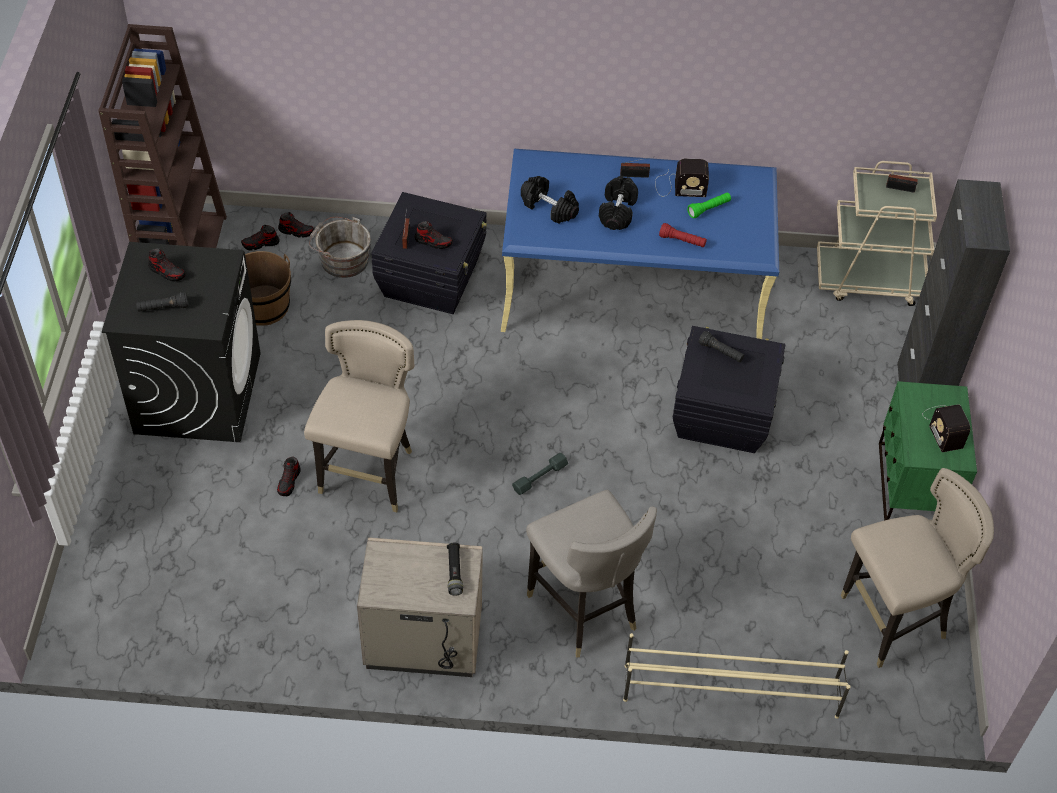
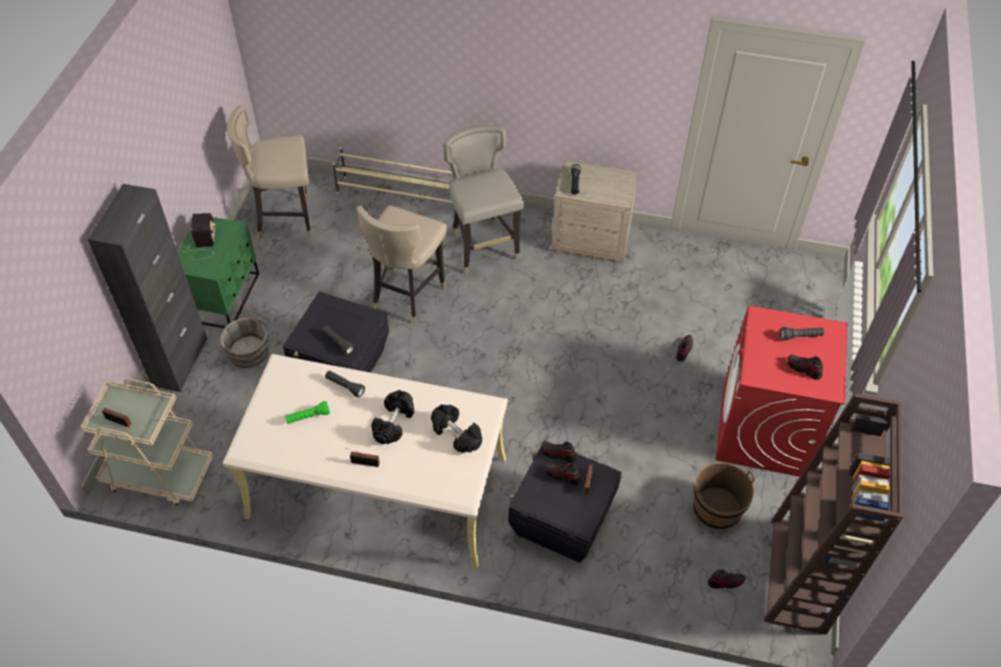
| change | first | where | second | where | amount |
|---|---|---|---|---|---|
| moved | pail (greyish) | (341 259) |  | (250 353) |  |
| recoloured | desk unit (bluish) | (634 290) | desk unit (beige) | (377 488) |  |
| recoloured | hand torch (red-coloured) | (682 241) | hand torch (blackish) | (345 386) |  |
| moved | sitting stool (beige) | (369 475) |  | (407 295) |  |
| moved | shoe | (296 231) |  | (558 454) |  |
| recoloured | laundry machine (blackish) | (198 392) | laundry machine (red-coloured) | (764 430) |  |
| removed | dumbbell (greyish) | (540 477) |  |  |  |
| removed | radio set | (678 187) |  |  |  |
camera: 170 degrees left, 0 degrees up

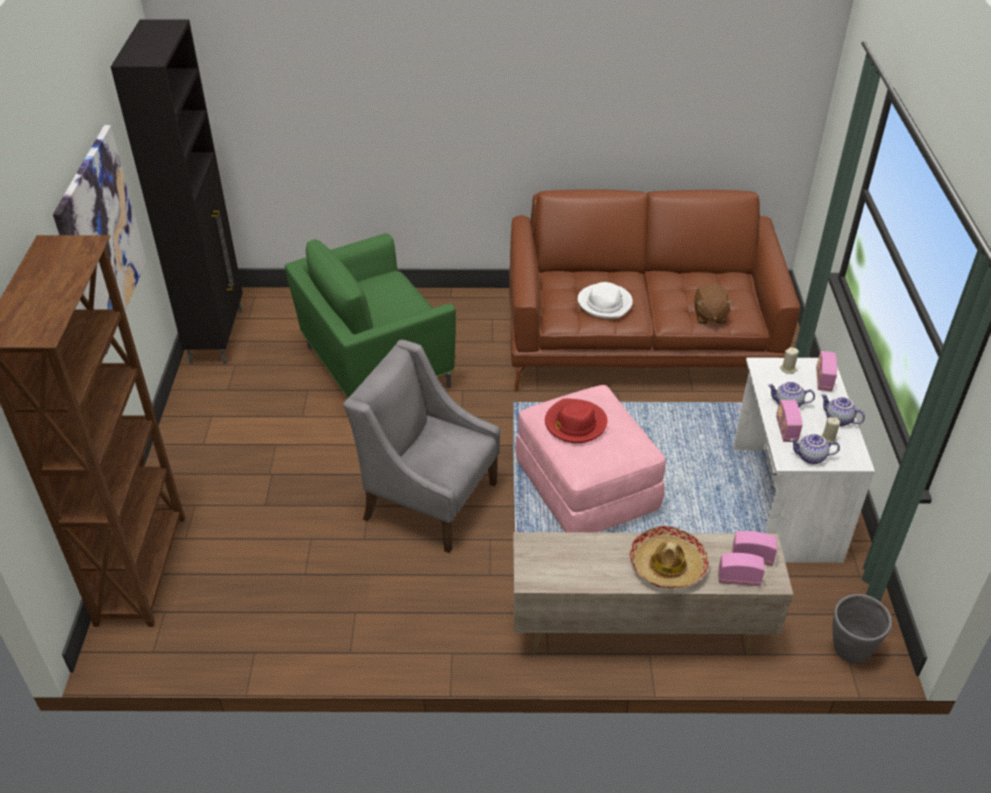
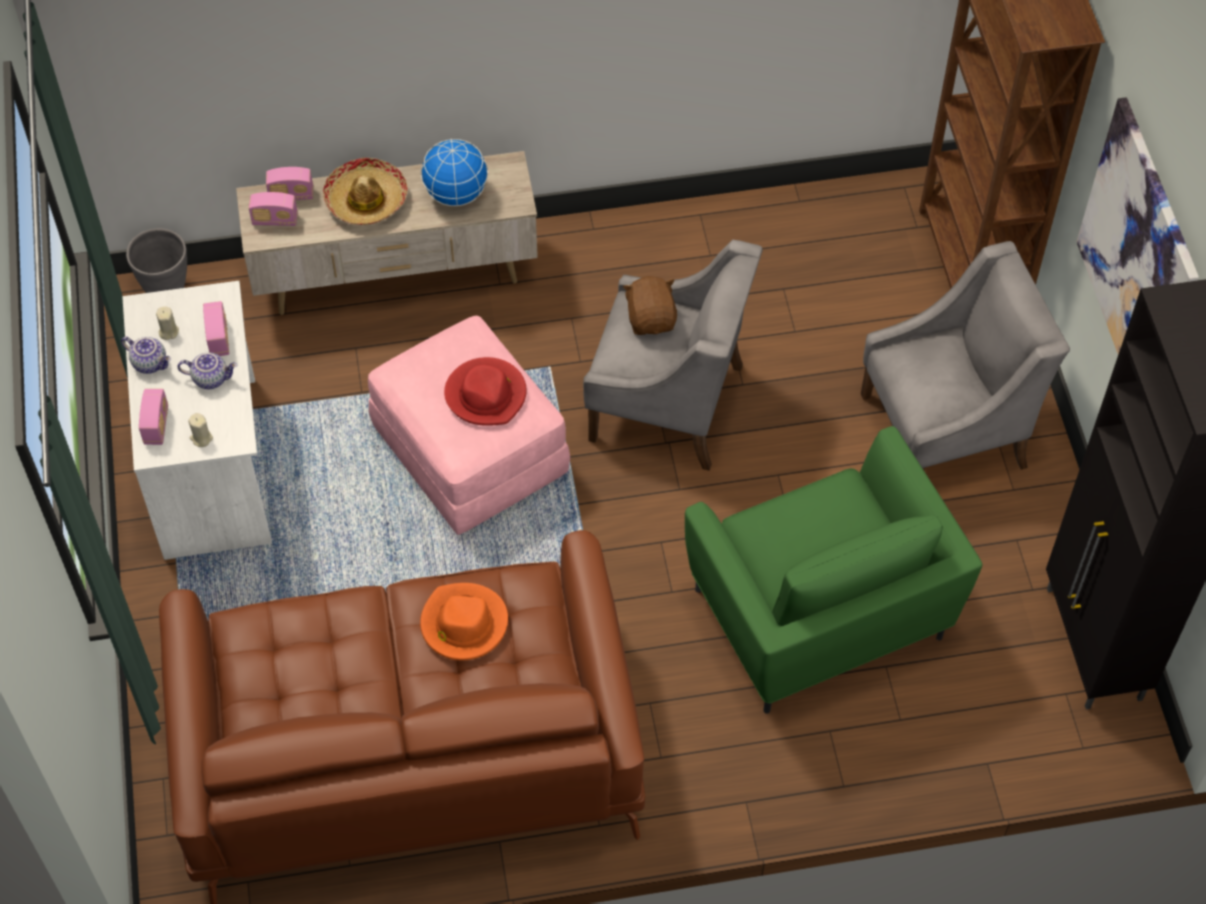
| change | first | where | second | where | amount |
|---|---|---|---|---|---|
| recoloured | wearable hat (whitish) | (605 303) | wearable hat (orangey) | (463 624) |  |
| added |  |  | world globe | (456 194) |  |
| moved | soft toy (brown-coloured) | (709 316) |  | (651 319) |  |
| turned | armchair (green) | (374 367) |  | (819 617) | 105 degrees clockwise |
| added |  |  | armchair (greyish) | (945 430) |  |
| removed | tea pot | (811 457) |  |  |  |
camera: 170 degrees right, 15 degrees up

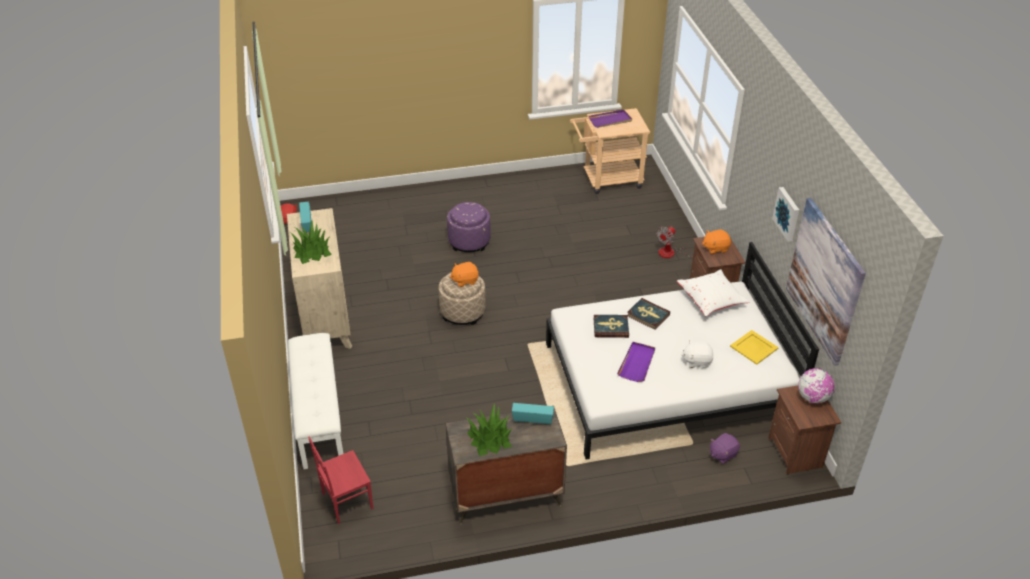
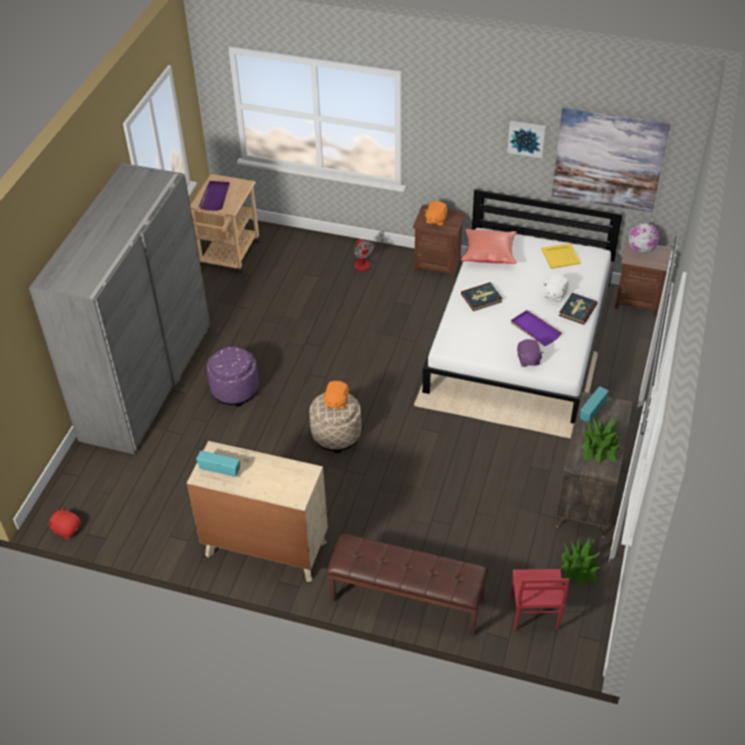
| change | first | where | second | where | amount |
|---|---|---|---|---|---|
| added |  |  | clothes cupboard (greyish) | (146 381) |  |
| recoloured | long seat (whitish) | (318 415) | long seat (brown-coloured) | (406 600) |  |
| recoloured | throw pillow (whitish) | (711 300) | throw pillow (red-coloured) | (489 254) |  |
| moved | soft toy (purplish) | (722 454) |  | (528 360) |  |
| moved | bound book | (610 327) |  | (577 310) |  |
| moved | plant in a pot | (311 251) |  | (579 568) |  |
camera: 60 degrees left, 5 degrees up

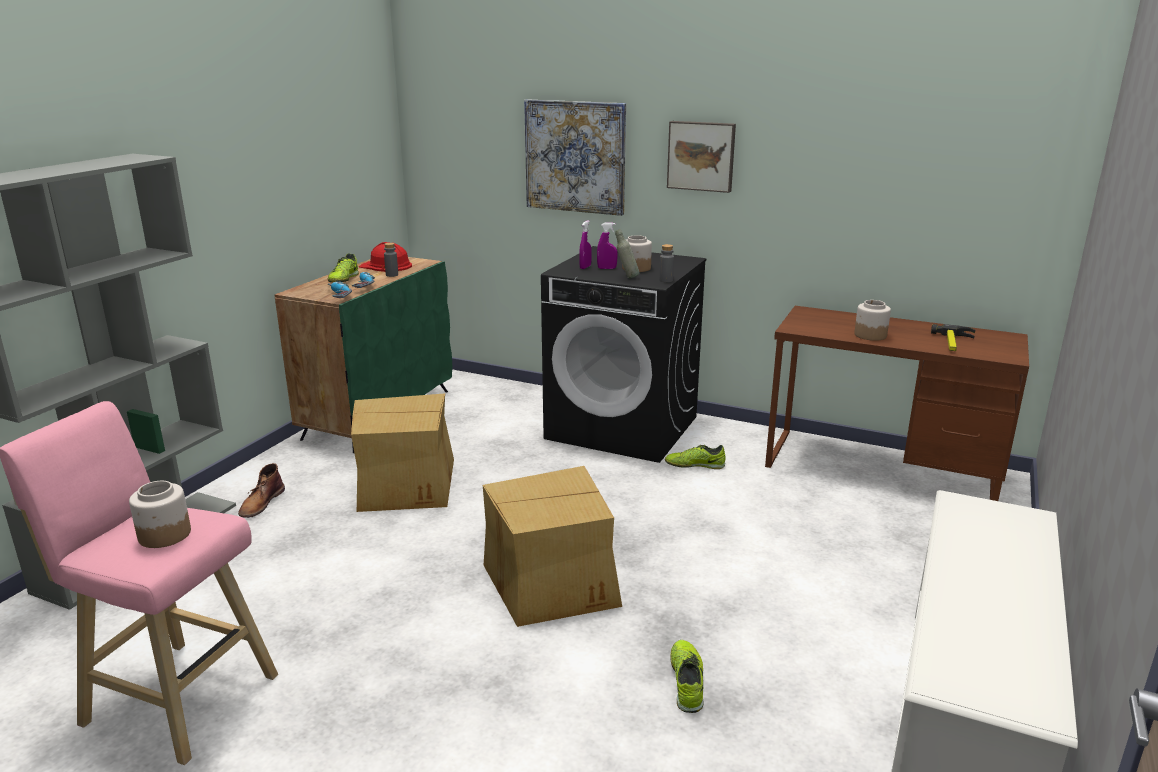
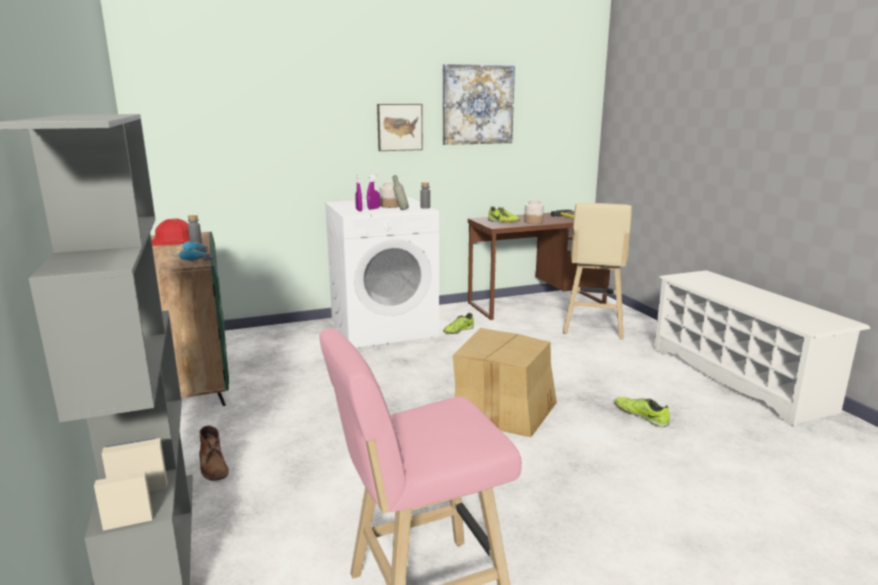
| change | first | where | second | where | amount |
|---|---|---|---|---|---|
| recoloured | laundry machine (blackish) | (623 427) | laundry machine (whitish) | (384 327) |  |
| moved | picture | (575 156) |  | (477 105) |  |
| moved | shoe | (343 280) |  | (503 222) |  |
| added |  |  | sitting stool (beige) | (593 327) |  |
| removed | jar | (164 535) |  |  |  |
| removed | cardboard box | (405 484) |  |  |  |
camera: 45 degrees left, 5 degrees down

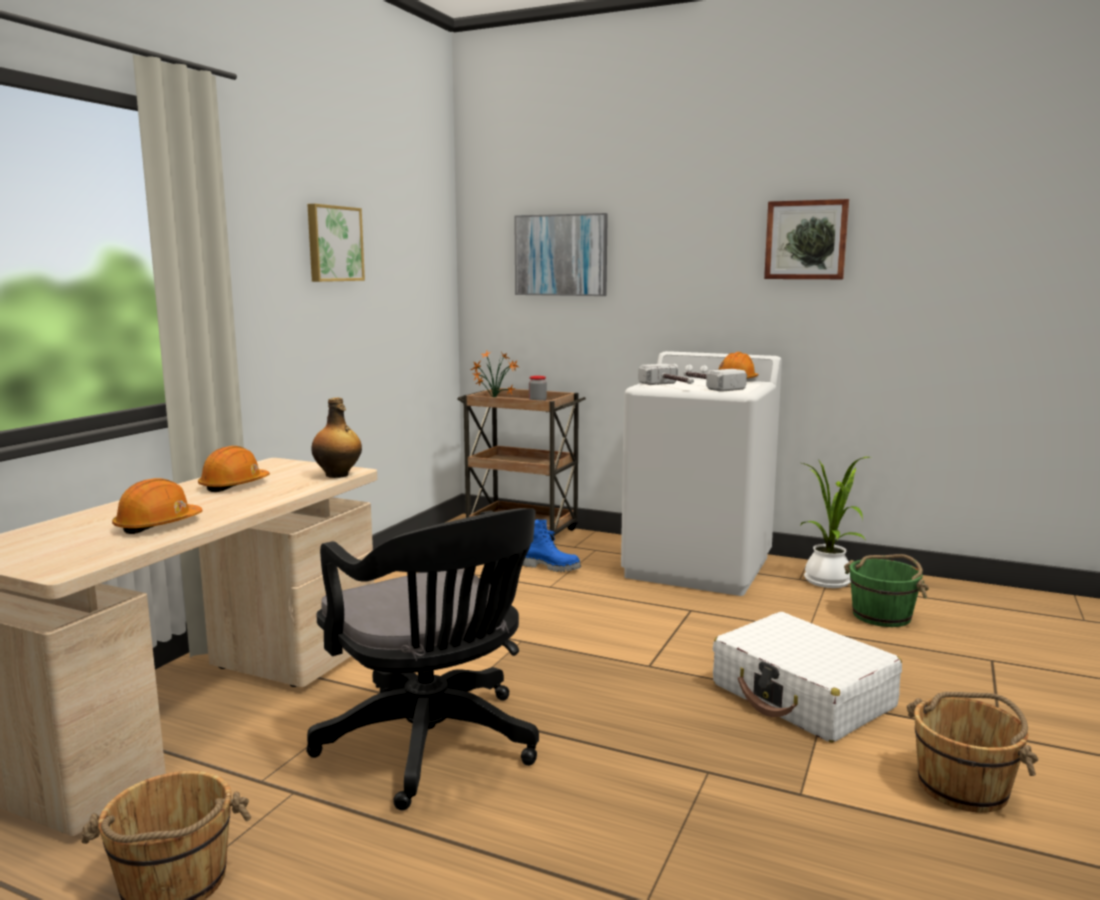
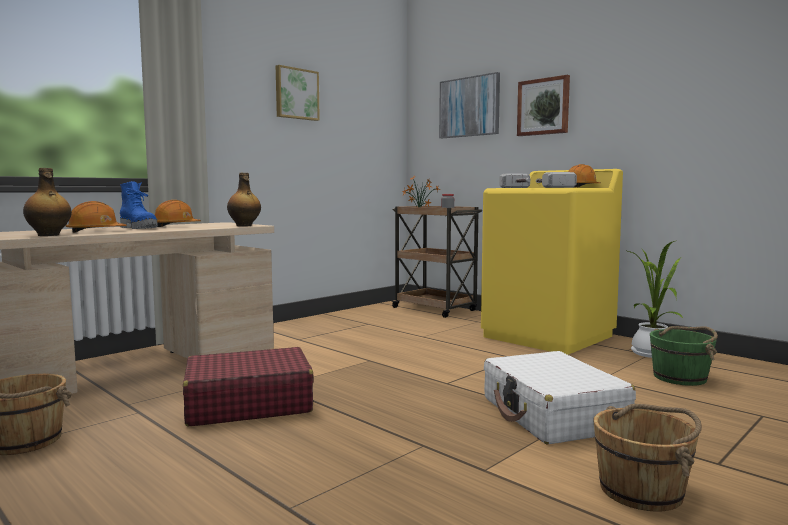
| change | first | where | second | where | amount |
|---|---|---|---|---|---|
| added |  |  | beverage bottle | (49 235) |  |
| moved | high-top boot (bluish) | (551 567) |  | (139 228) |  |
| replaced | desk chair (blackish) | (434 747) | travel case (red-coloured) | (248 404) |  |
| recoloured | laundry machine (whitish) | (699 567) | laundry machine (yellowish) | (548 336) |  |
| moved | picture | (806 240) |  | (543 106) |  |
camera: 20 degrees right, 5 degrees down

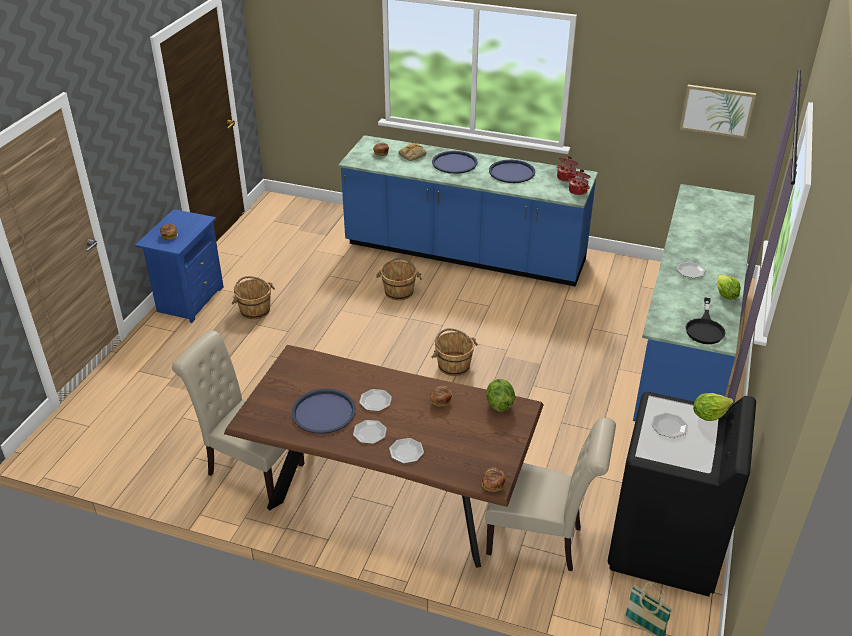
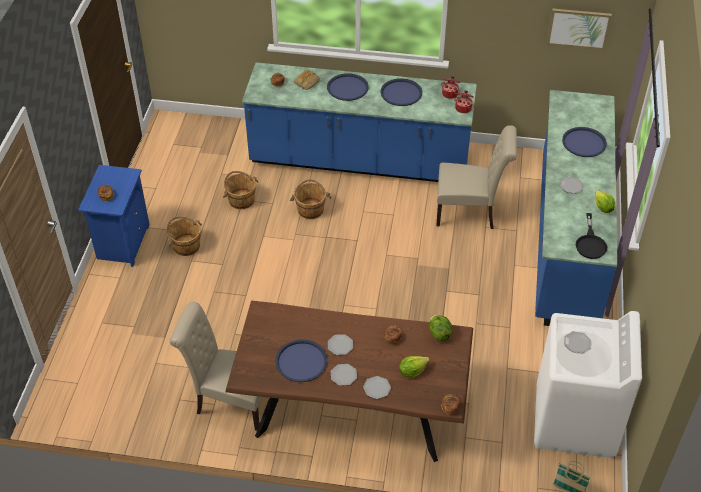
| change | first | where | second | where | amount |
|---|---|---|---|---|---|
| moved | pail (brown-coloured) | (453 365) |  | (241 200) |  |
| moved | lettuce | (709 415) |  | (412 371) |  |
| moved | upright chair (beige) | (541 541) |  | (470 213) |  |
| recoloured | laundry machine (blackish) | (665 546) | laundry machine (whitish) | (575 421) |  |
| added |  |  | serving tray (bluish) | (584 142) |  |
camera: 10 degrees left, 10 degrees up

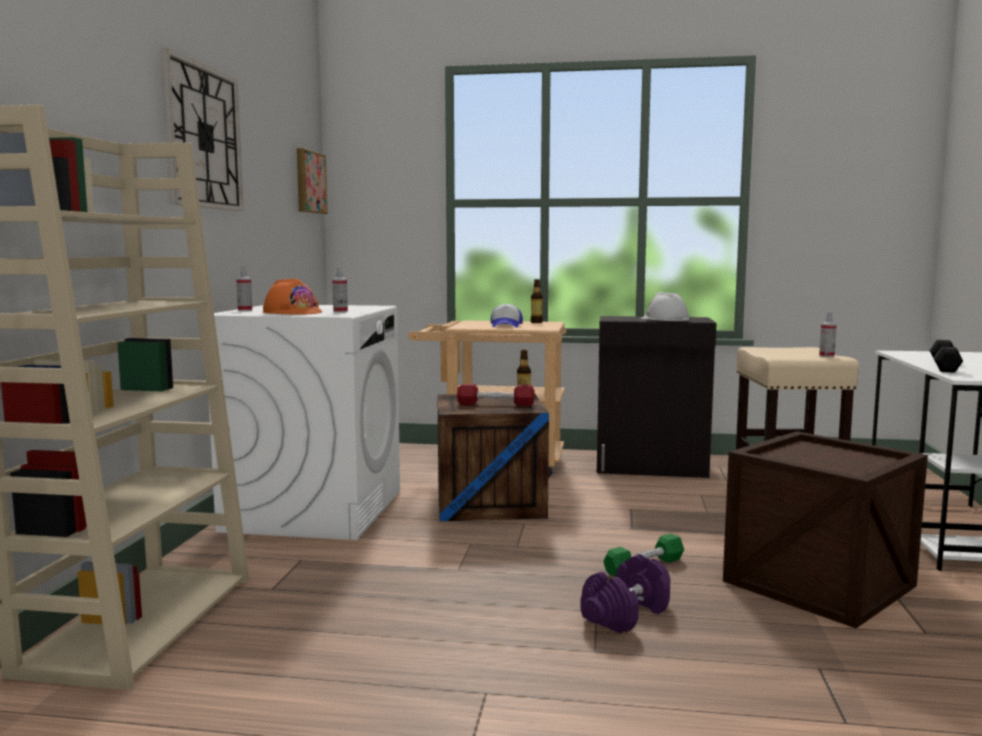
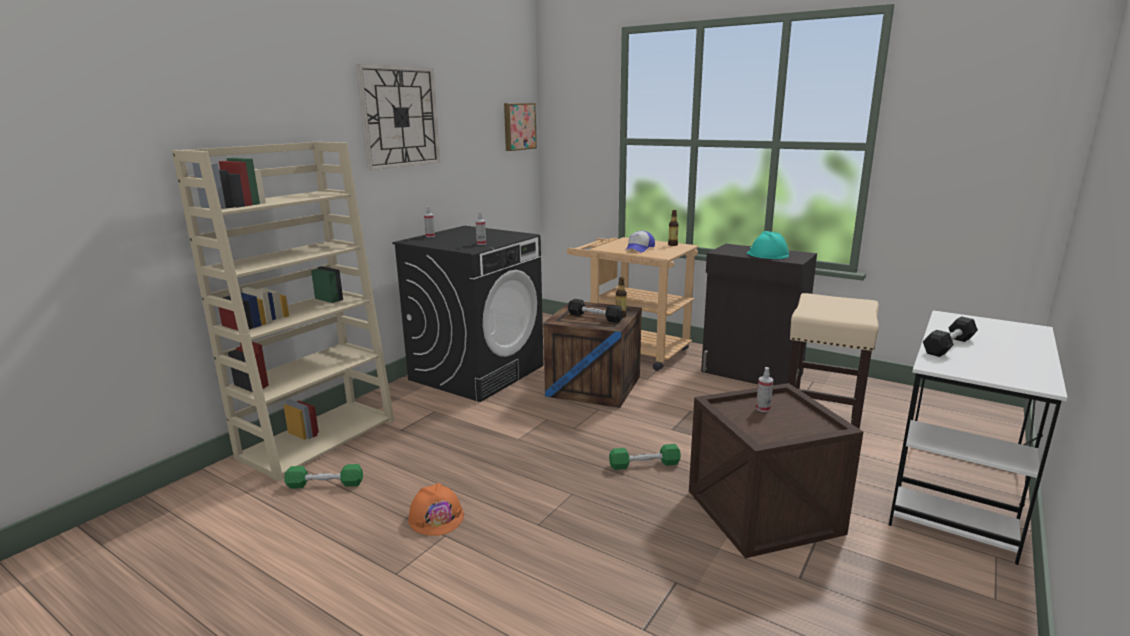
| change | first | where | second | where | amount |
|---|---|---|---|---|---|
| added |  |  | dumbbell (green) | (325 484) |  |
| recoloured | laundry machine (whitish) | (314 510) | laundry machine (blackish) | (477 372) |  |
| moved | safety helmet (orangey) | (292 312) |  | (436 517) |  |
| recoloured | dumbbell (red-coloured) | (495 404) | dumbbell (blackish) | (595 317) |  |
| recoloured | safety helmet (whitish) | (665 319) | safety helmet (blue-green) | (767 254) |  |
| moved | sprayer | (826 356) |  | (763 409) |  |
| removed | dumbbell (purplish) | (626 614) |  |  |  |
camera: 25 degrees right, 10 degrees up

